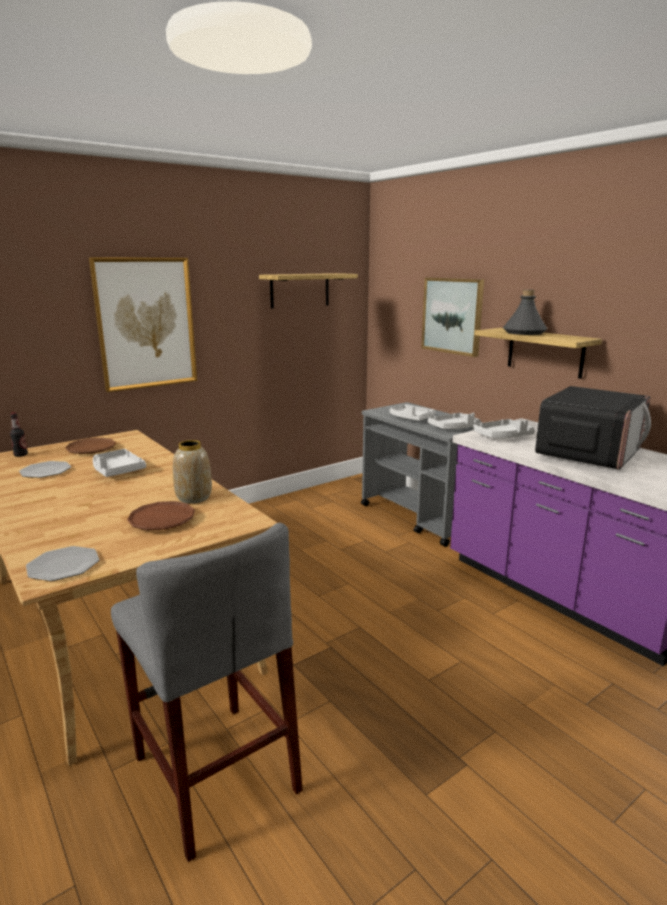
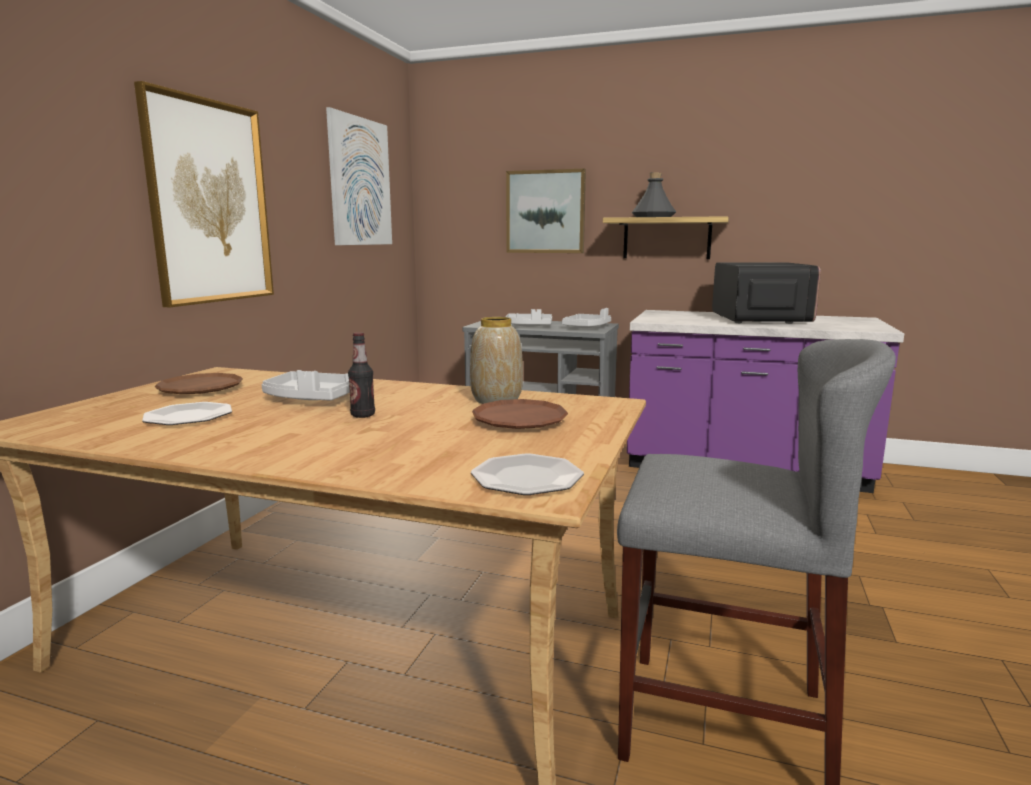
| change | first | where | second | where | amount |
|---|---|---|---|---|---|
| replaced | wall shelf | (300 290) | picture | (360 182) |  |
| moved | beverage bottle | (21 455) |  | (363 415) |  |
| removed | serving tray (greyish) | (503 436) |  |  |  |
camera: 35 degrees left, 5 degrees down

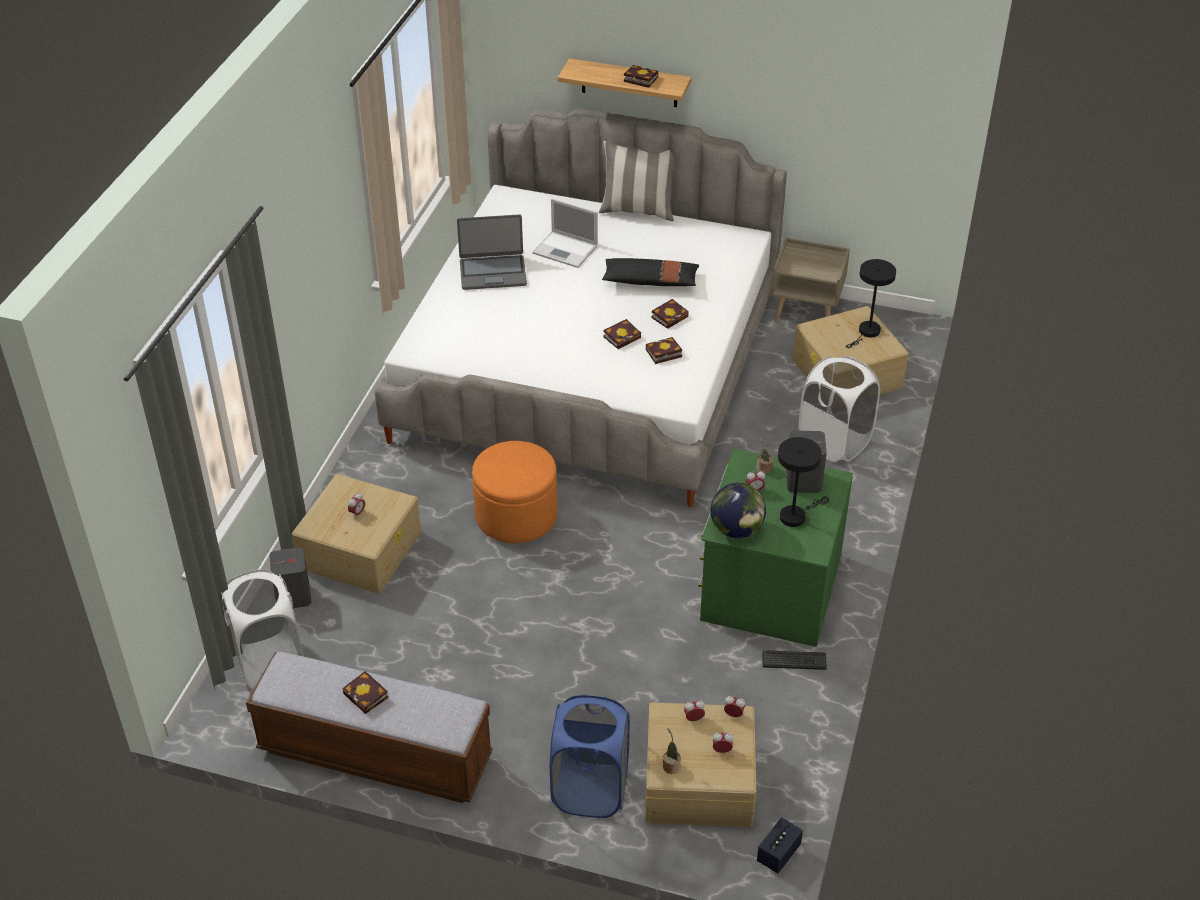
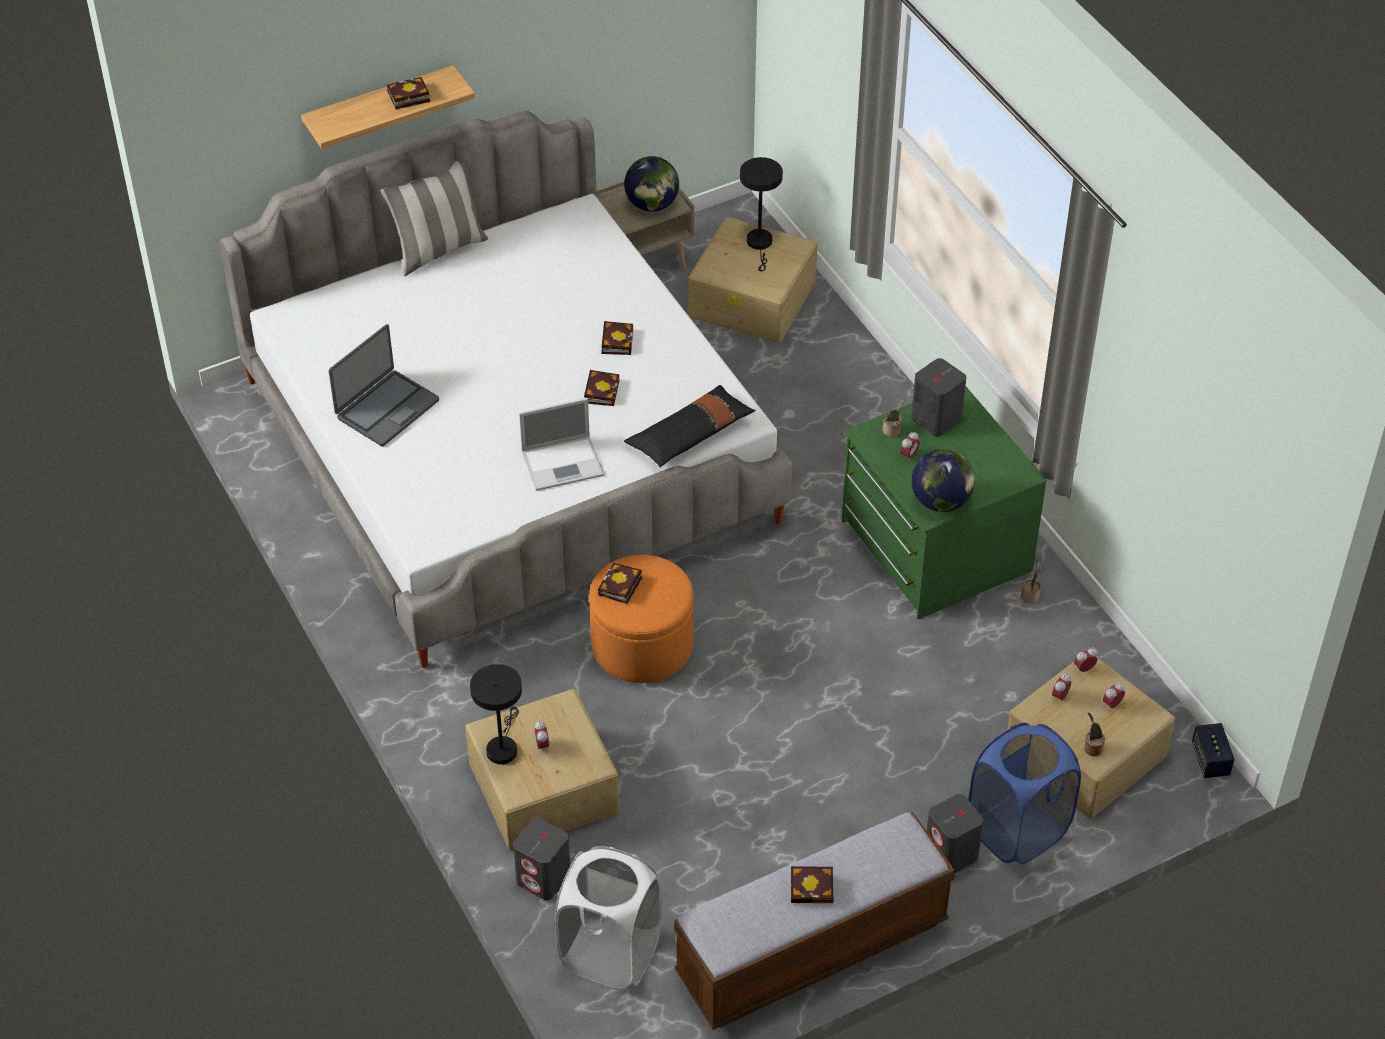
| change | first | where | second | where | amount |
|---|---|---|---|---|---|
| moved | table lamp (blackish) | (796 515) |  | (502 747) |  |
| moved | laptop | (566 250) |  | (564 463) |  |
| moved | bound book | (662 354) |  | (620 588) |  |
| added |  |  | world globe | (652 205) |  |
| moved | throw pillow (blackish) | (650 281) |  | (690 436) |  |
| added |  |  | speaker (greyish) | (951 854) |  |
| replaced | PC keyboard | (794 660) | plant in a pot | (1031 595) |  |
| removed | laundry basket (whitish) | (834 442) |  |  |  |
camera: 45 degrees left, 5 degrees up

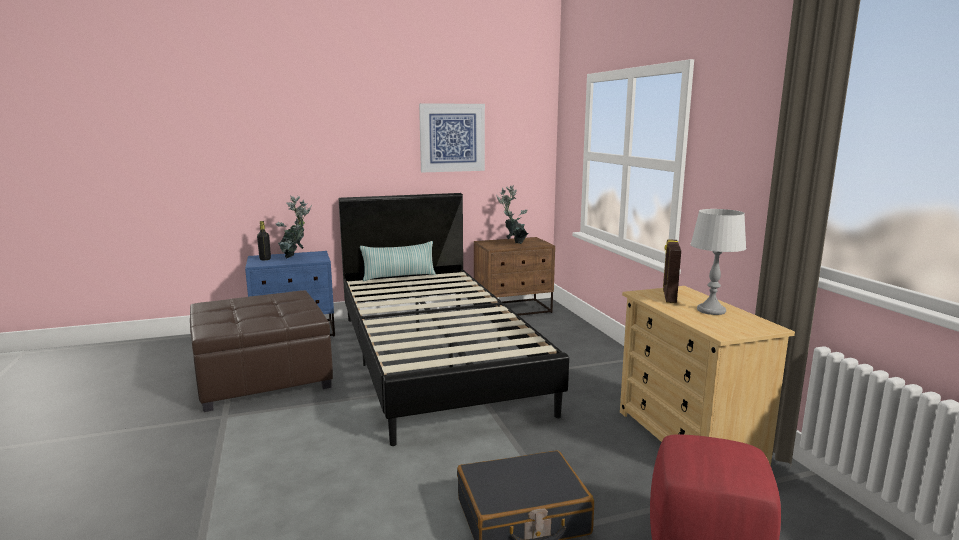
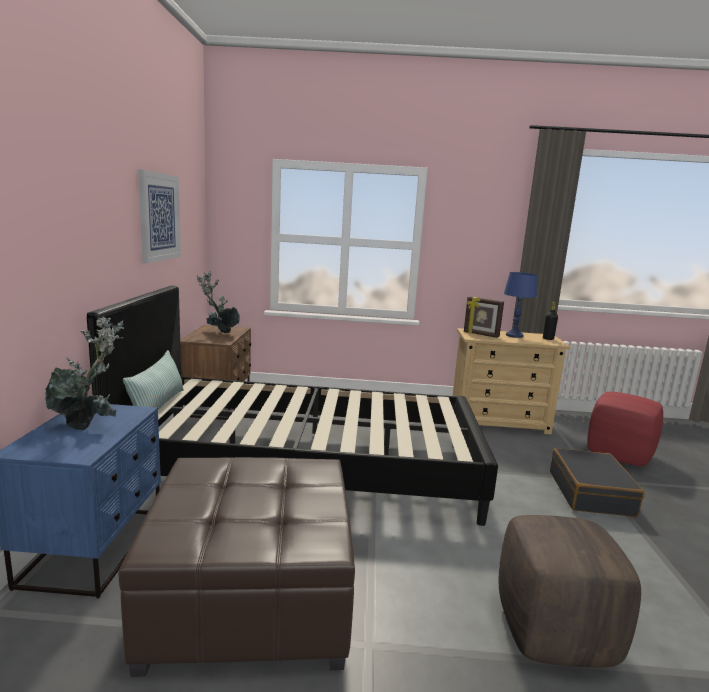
| change | first | where | second | where | amount |
|---|---|---|---|---|---|
| added |  |  | pouffe (brown-coloured) | (554 632) |  |
| recoloured | table lamp (greyish) | (711 310) | table lamp (bluish) | (514 335) |  |
| moved | beverage bottle (blackish) | (265 259) |  | (548 339) |  |
camera: 70 degrees left, 0 degrees up

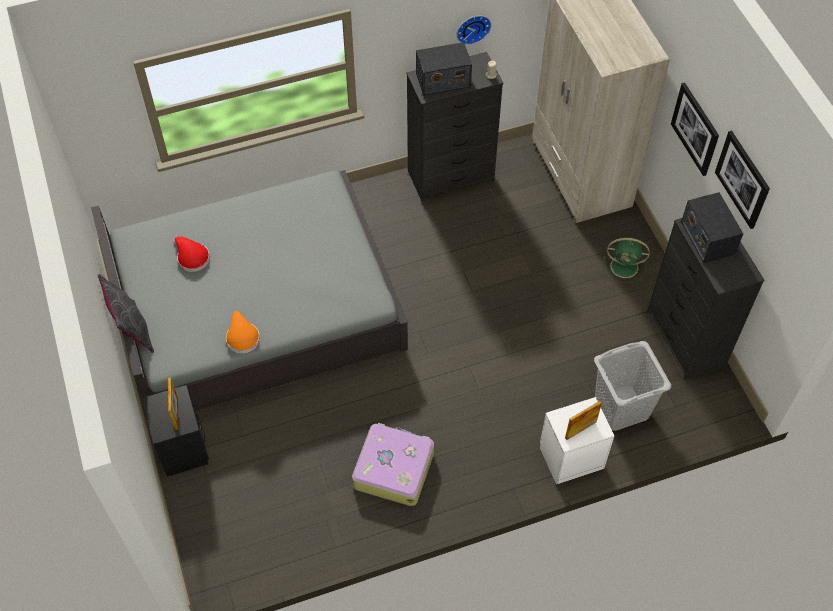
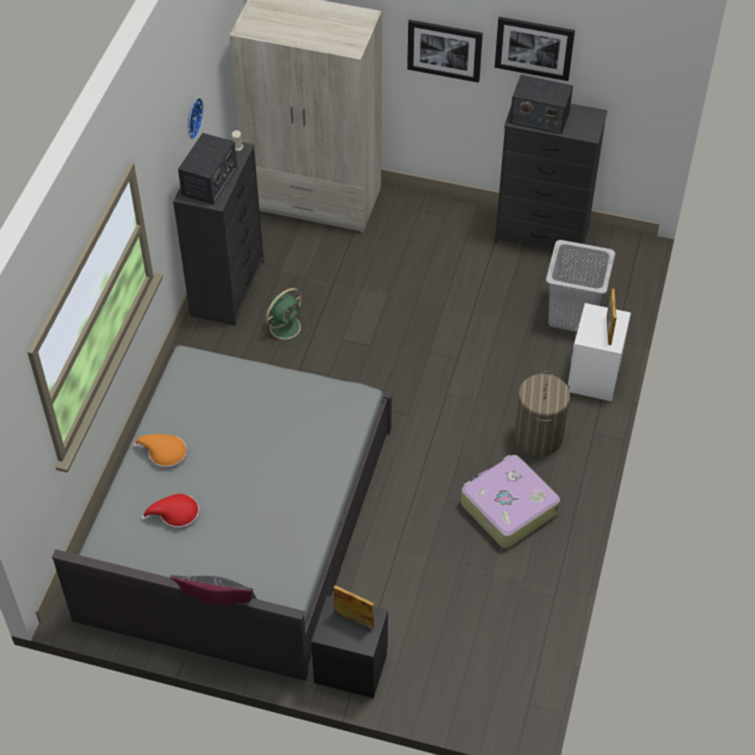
| change | first | where | second | where | amount |
|---|---|---|---|---|---|
| moved | wearable hat (orangey) | (242 337) |  | (164 454) |  |
| moved | cooling fan (green) | (625 267) |  | (286 326) |  |
| added |  |  | laundry basket | (538 437) |  |
camera: 55 degrees left, 5 degrees down

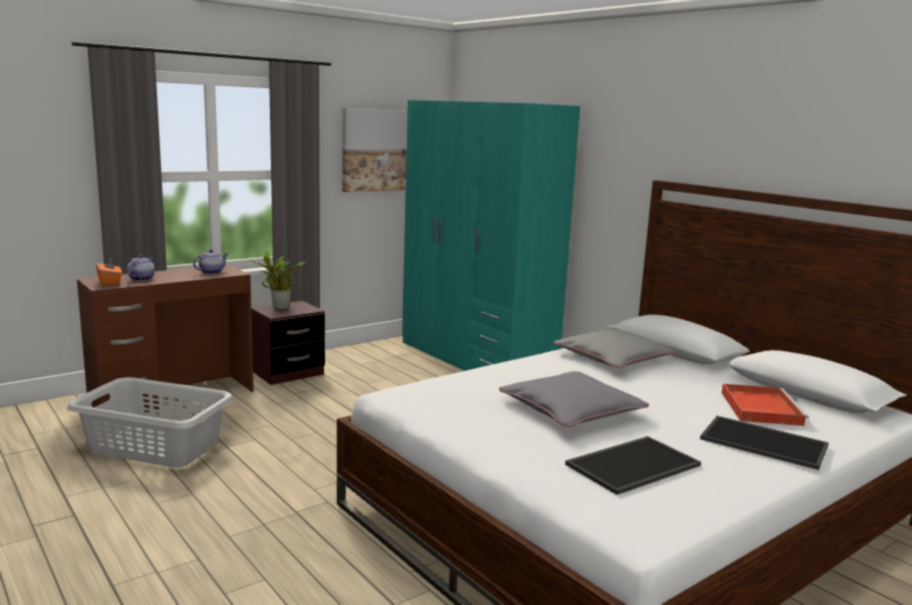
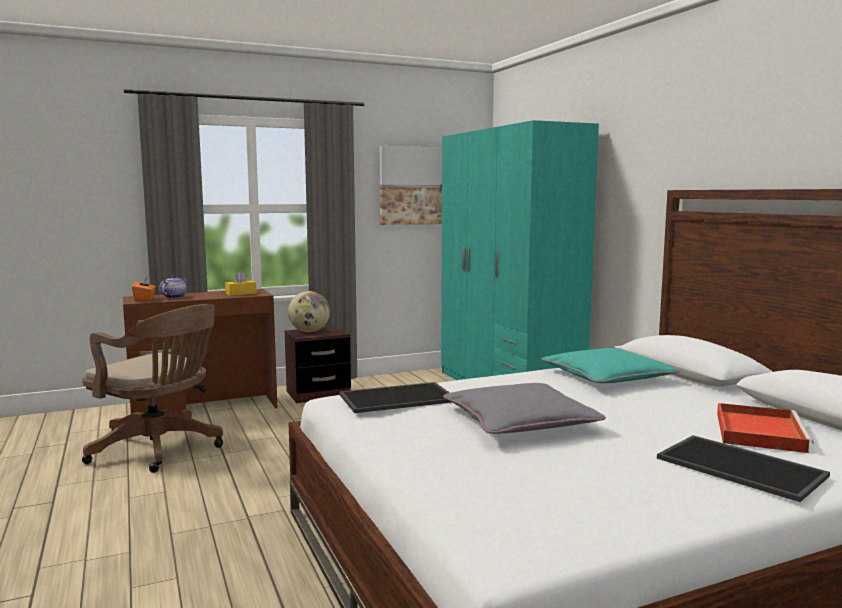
| change | first | where | second | where | amount |
|---|---|---|---|---|---|
| replaced | laundry basket (greyish) | (155 447) | desk chair (brown-coloured) | (160 449) |  |
| replaced | tea pot | (212 272) | tissue box (yellowish) | (241 293) |  |
| replaced | plant in a pot | (279 309) | world globe | (309 331) |  |
| moved | serving tray | (632 464) |  | (398 397) |  |
| recoloured | throw pillow (greyish) | (612 357) | throw pillow (blue-green) | (607 376) |  |
camera: 15 degrees right, 5 degrees down

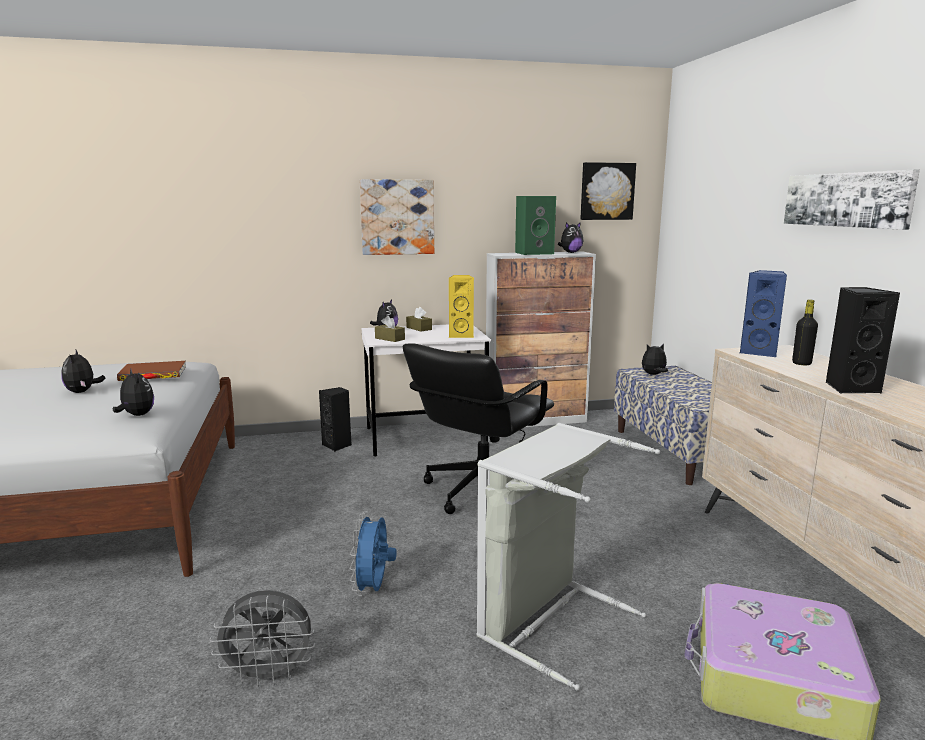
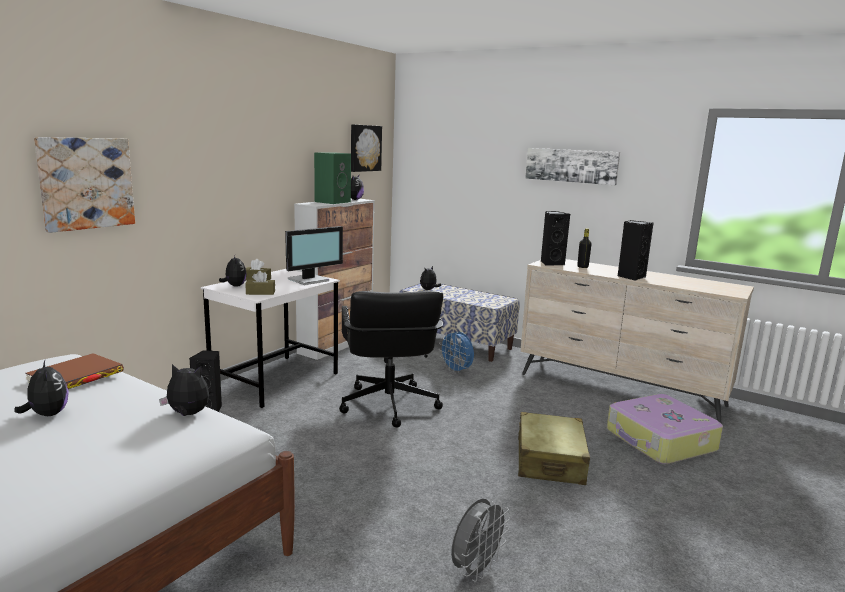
| change | first | where | second | where | amount |
|---|---|---|---|---|---|
| turned | soft toy | (82 392) |  | (47 414) | 150 degrees counterclockwise |
| moved | picture | (397 217) |  | (86 183) |  |
| replaced | speaker (yellowish) | (461 335) | computer display | (310 280) |  |
| moved | cooling fan (bluish) | (373 589) |  | (456 371) |  |
| replaced | laundry basket (greyish) | (547 620) | travel case (beige) | (550 461) |  |
| recoloured | speaker (bluish) | (760 352) | speaker (blackish) | (551 263) |  |
camera: 45 degrees left, 0 degrees up

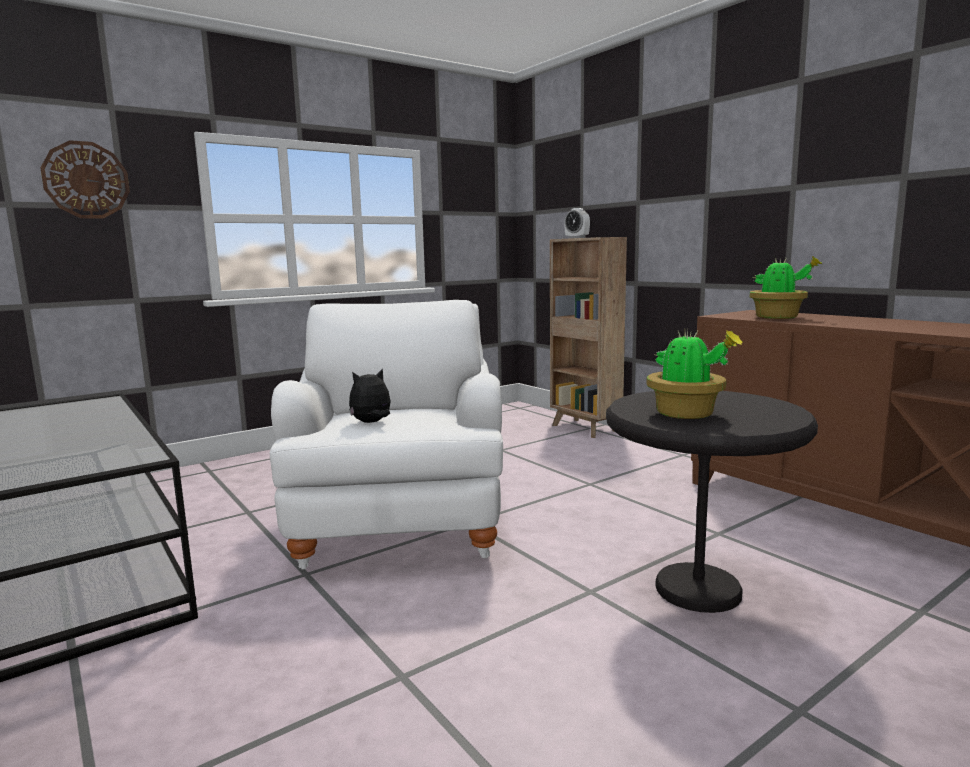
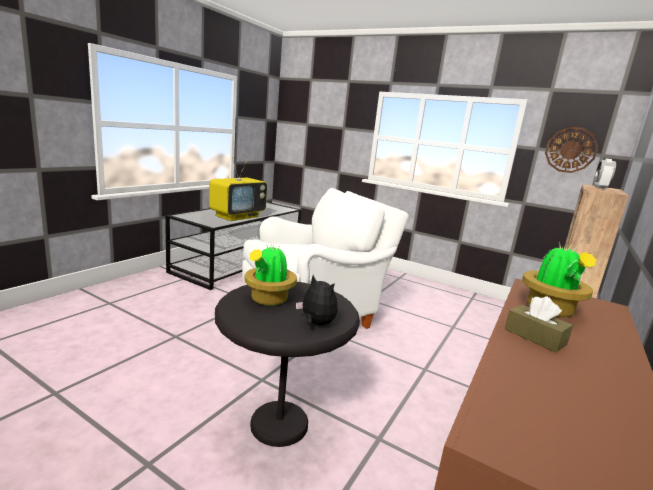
| change | first | where | second | where | amount |
|---|---|---|---|---|---|
| added |  |  | TV set | (237 216) |  |
| moved | soft toy | (371 423) |  | (316 324) |  |
| added |  |  | tissue box (brown-coloured) | (534 337) |  |
| moved | clock on the wall | (86 180) |  | (570 150) |  |
camera: 65 degrees right, 5 degrees up

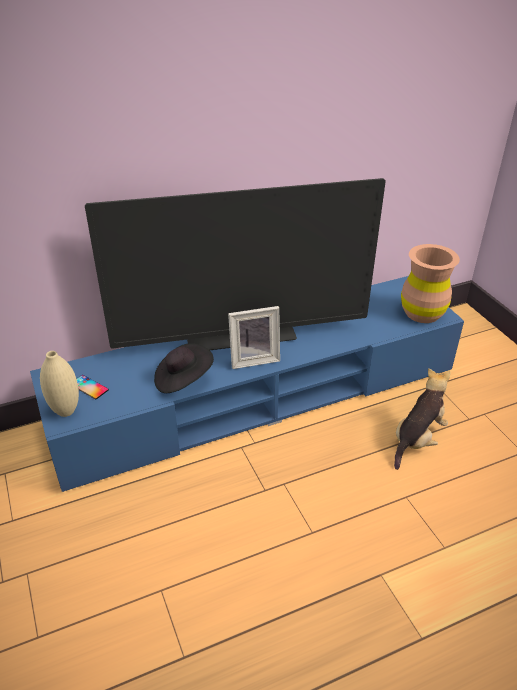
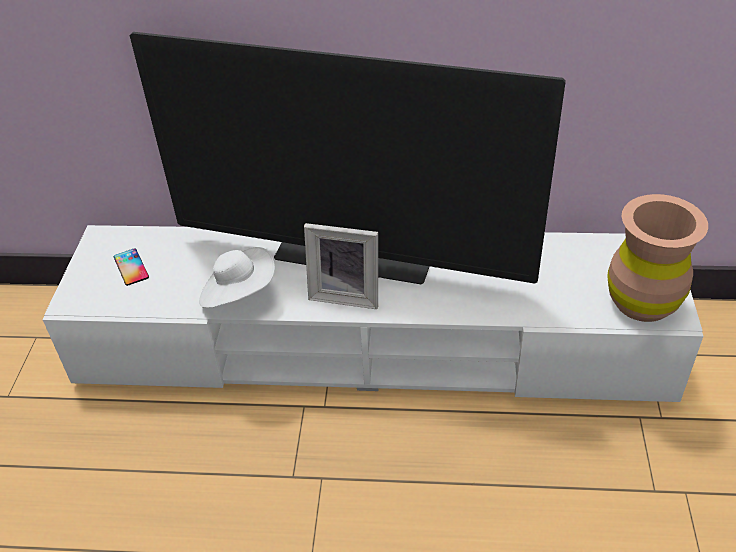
| change | first | where | second | where | amount |
|---|---|---|---|---|---|
| recoloured | tv stand (bluish) | (259 397) | tv stand (whitish) | (373 345) |  |
| recoloured | wearable hat (blackish) | (183 379) | wearable hat (whitish) | (239 293) |  |
| removed | decorative vase (beige) | (66 411) |  |  |  |
| removed | soft toy | (417 439) |  |  |  |
camera: 30 degrees right, 5 degrees up

